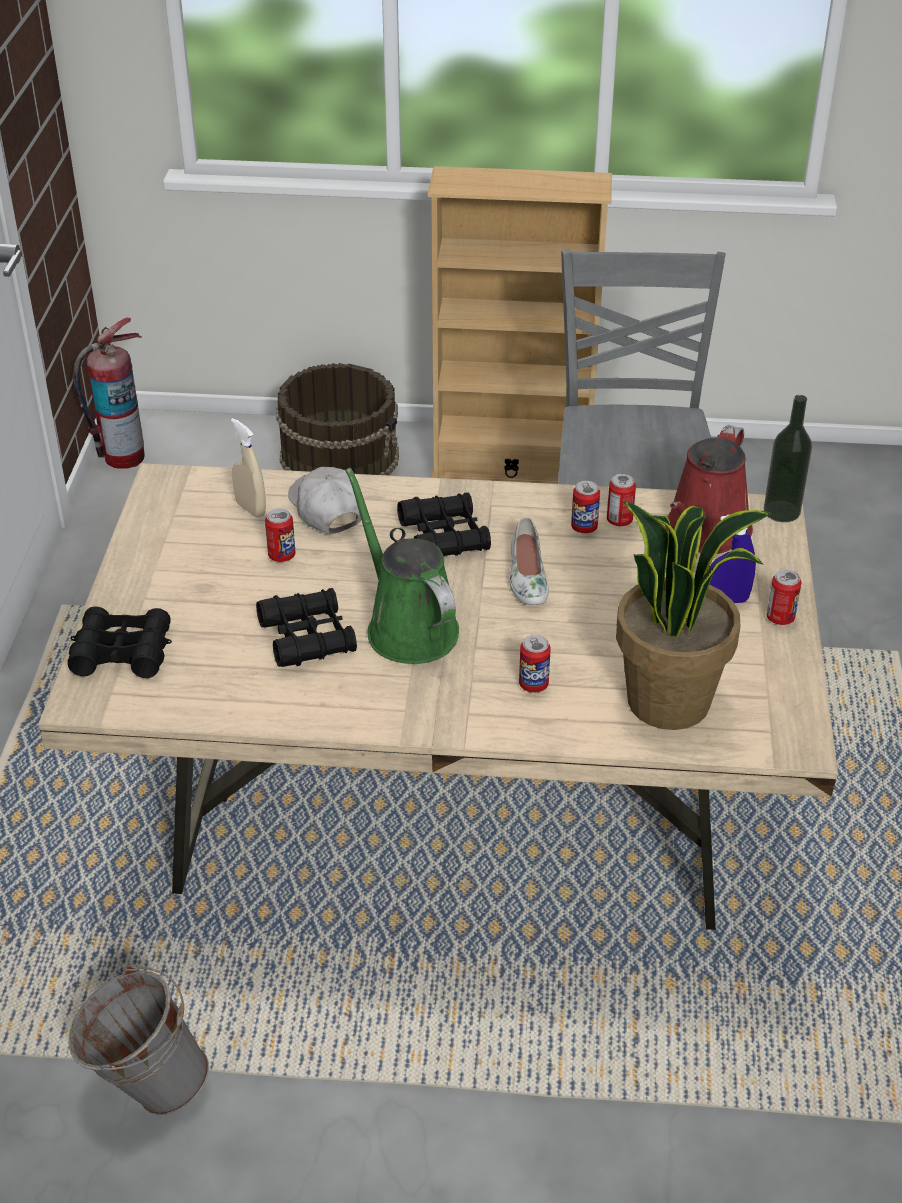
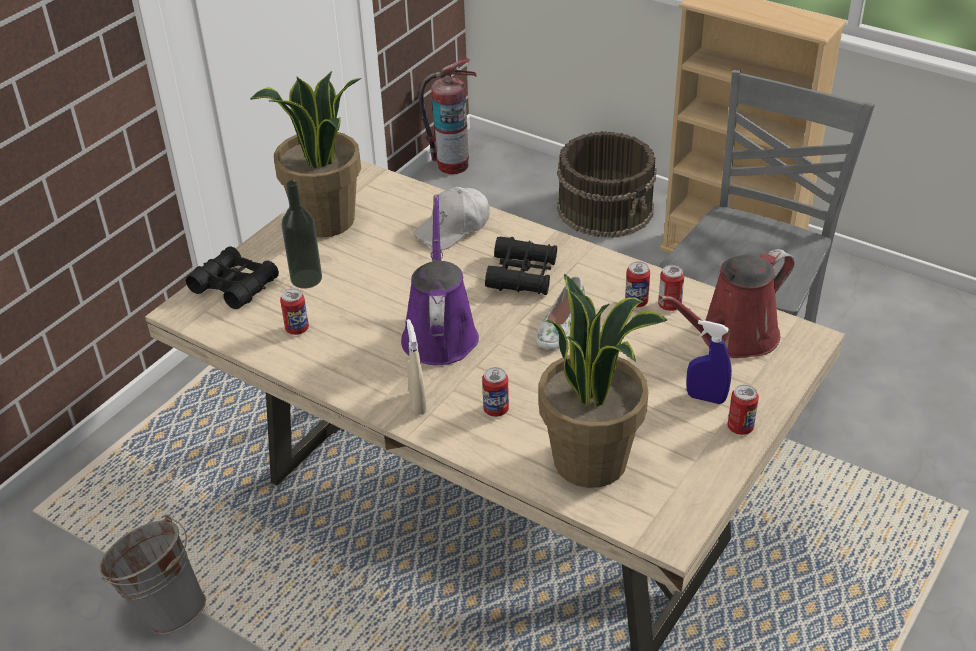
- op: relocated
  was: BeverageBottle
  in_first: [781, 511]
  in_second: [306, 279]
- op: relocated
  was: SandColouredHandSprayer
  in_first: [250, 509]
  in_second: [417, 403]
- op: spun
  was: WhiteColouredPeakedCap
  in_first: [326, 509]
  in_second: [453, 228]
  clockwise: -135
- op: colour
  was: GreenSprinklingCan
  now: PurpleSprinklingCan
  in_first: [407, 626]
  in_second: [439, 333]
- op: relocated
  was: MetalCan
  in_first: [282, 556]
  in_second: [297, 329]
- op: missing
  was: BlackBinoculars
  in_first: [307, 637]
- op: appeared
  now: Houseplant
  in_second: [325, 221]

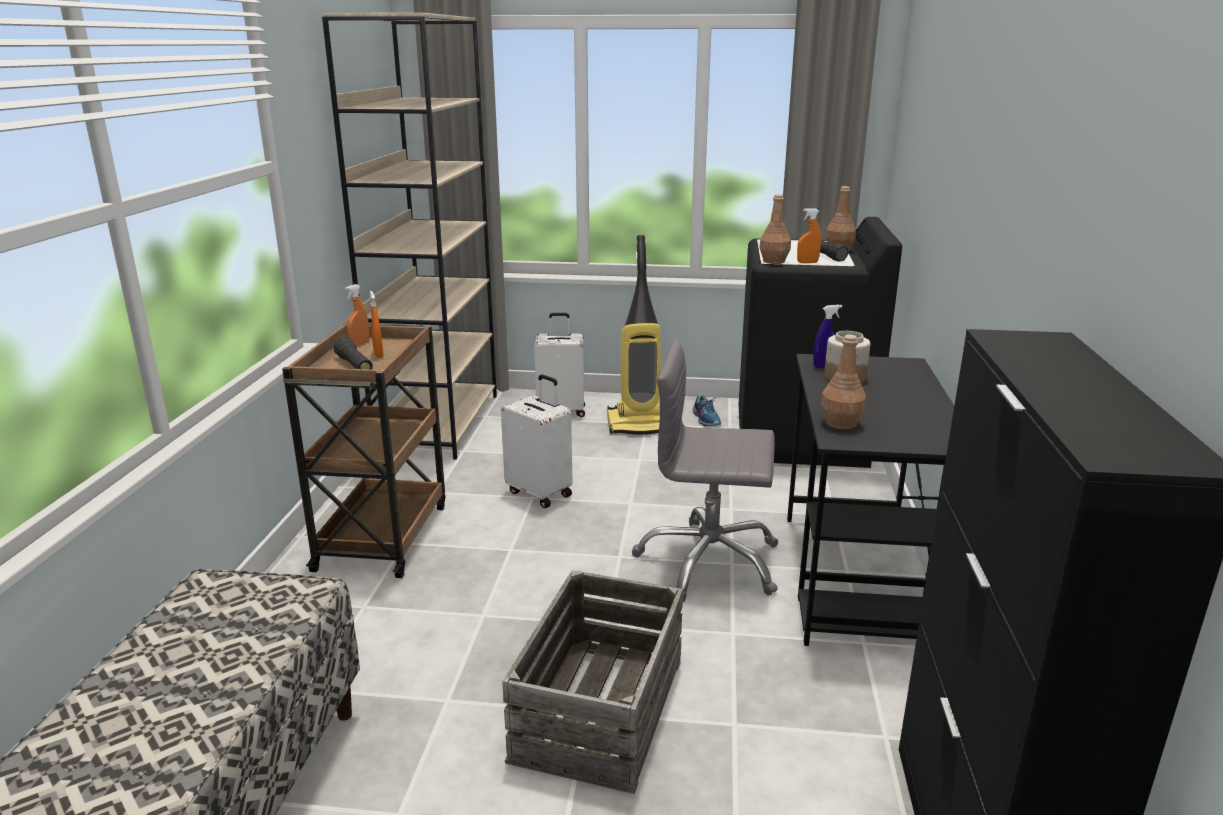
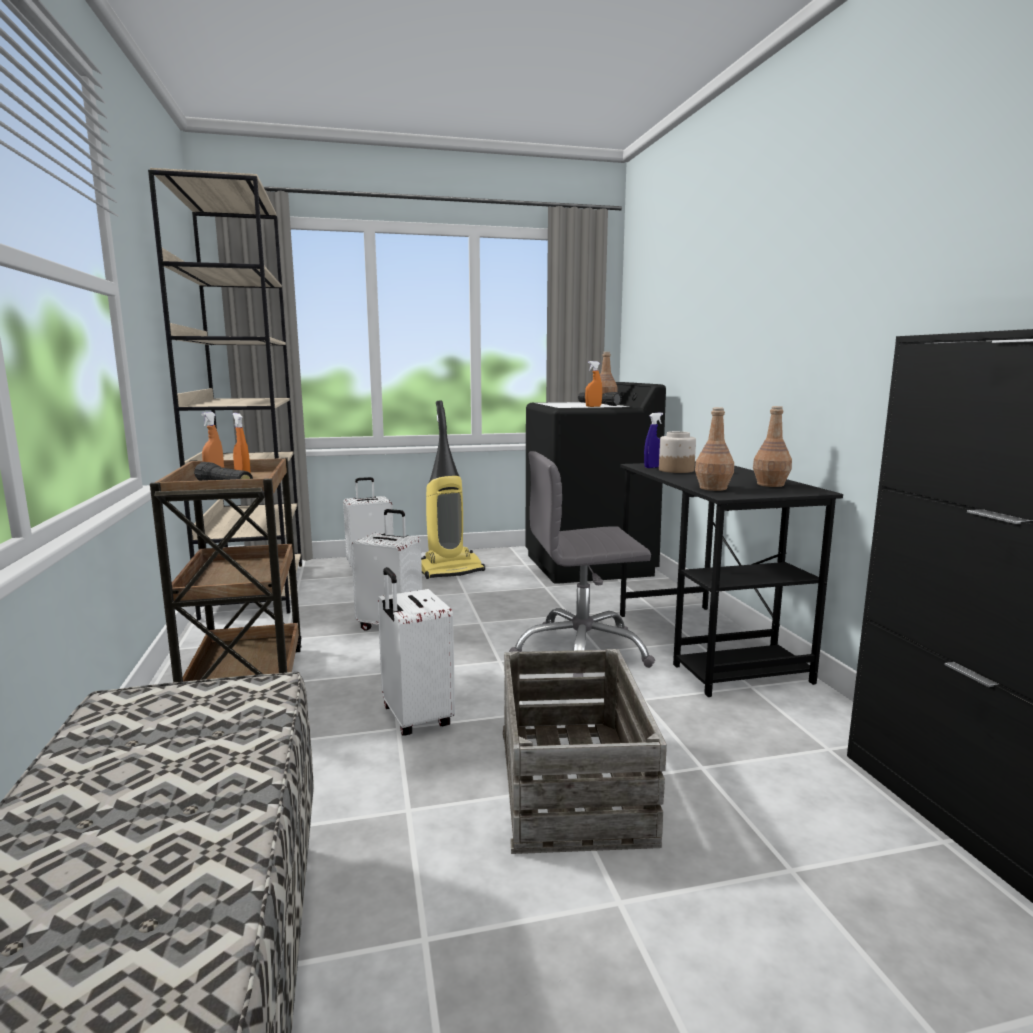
- op: relocated
  was: BrownBeverageBottle
  in_first: [774, 261]
  in_second: [770, 484]
- op: missing
  was: ItemOfFootwear
  in_first: [706, 419]
- op: appeared
  now: WhiteColouredPieceOfLuggage
  in_second: [415, 718]

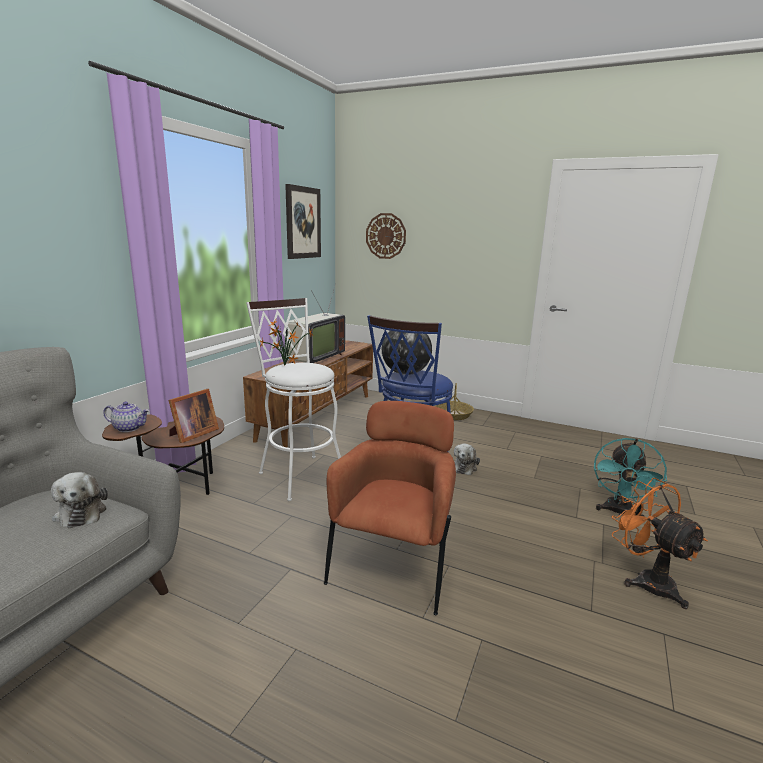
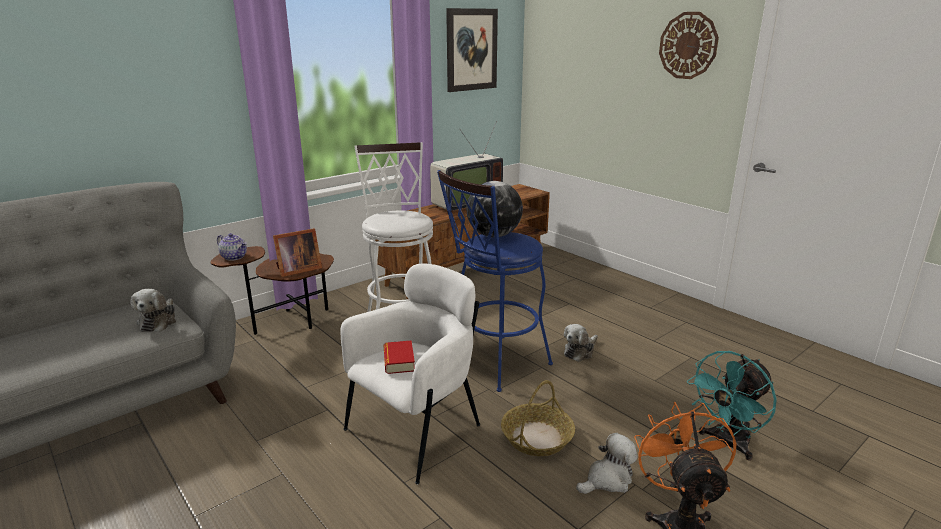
- op: relocated
  was: ClockOnTheWall
  in_first: [386, 236]
  in_second: [688, 45]
- op: missing
  was: Houseplant
  in_first: [284, 365]
- op: relocated
  was: HouseholdBasket
  in_first: [453, 415]
  in_second: [537, 438]
- op: colour
  was: BrownEasyChair
  now: WhiteColouredEasyChair
  in_first: [394, 566]
  in_second: [417, 431]
- op: appeared
  now: Book
  in_second: [399, 361]
- op: appeared
  now: PlushToy
  in_second: [607, 479]

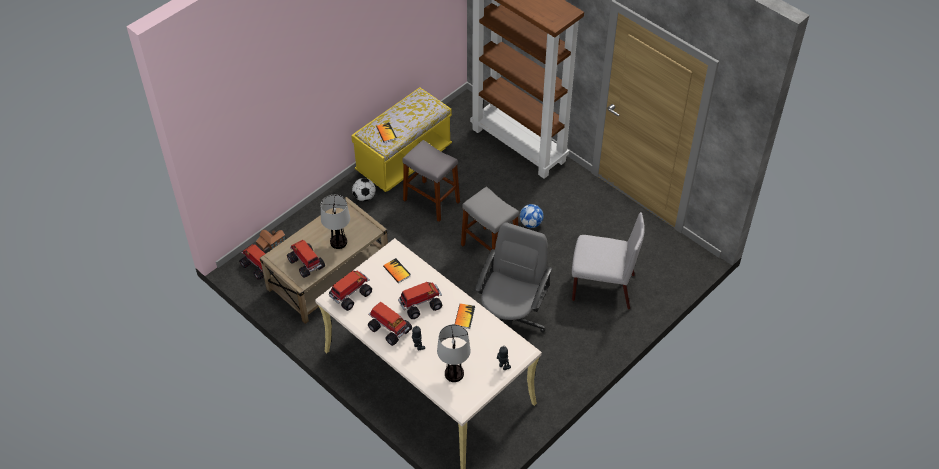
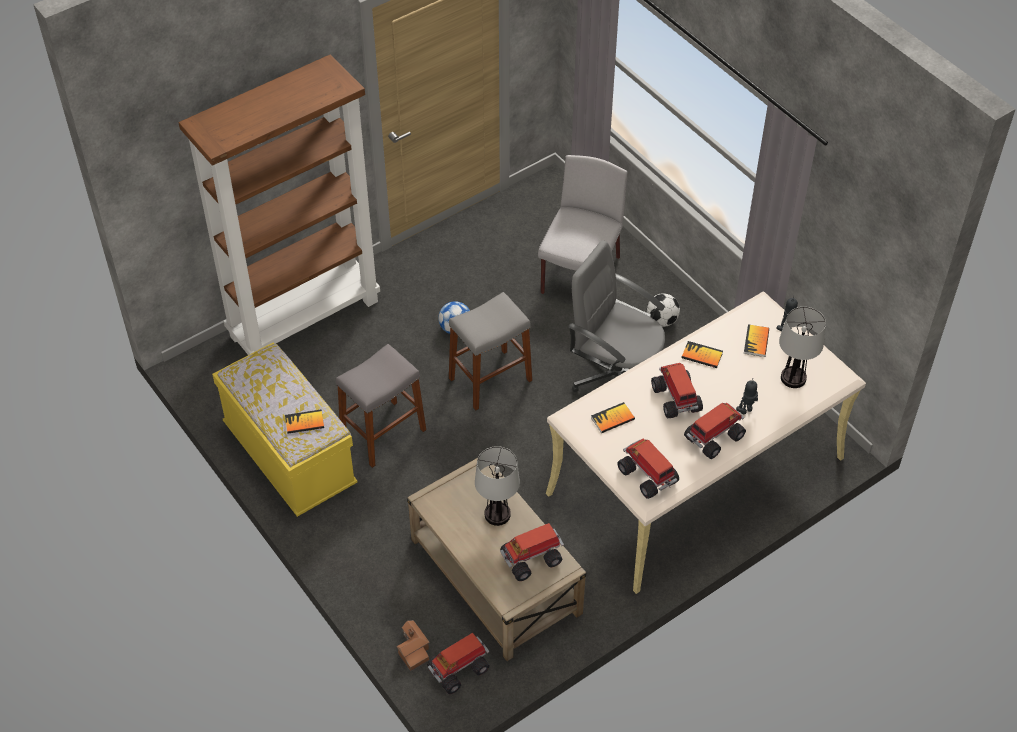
- op: relocated
  was: BallForFootball
  in_first: [364, 197]
  in_second: [662, 321]
- op: appeared
  now: Book
  in_second: [756, 341]

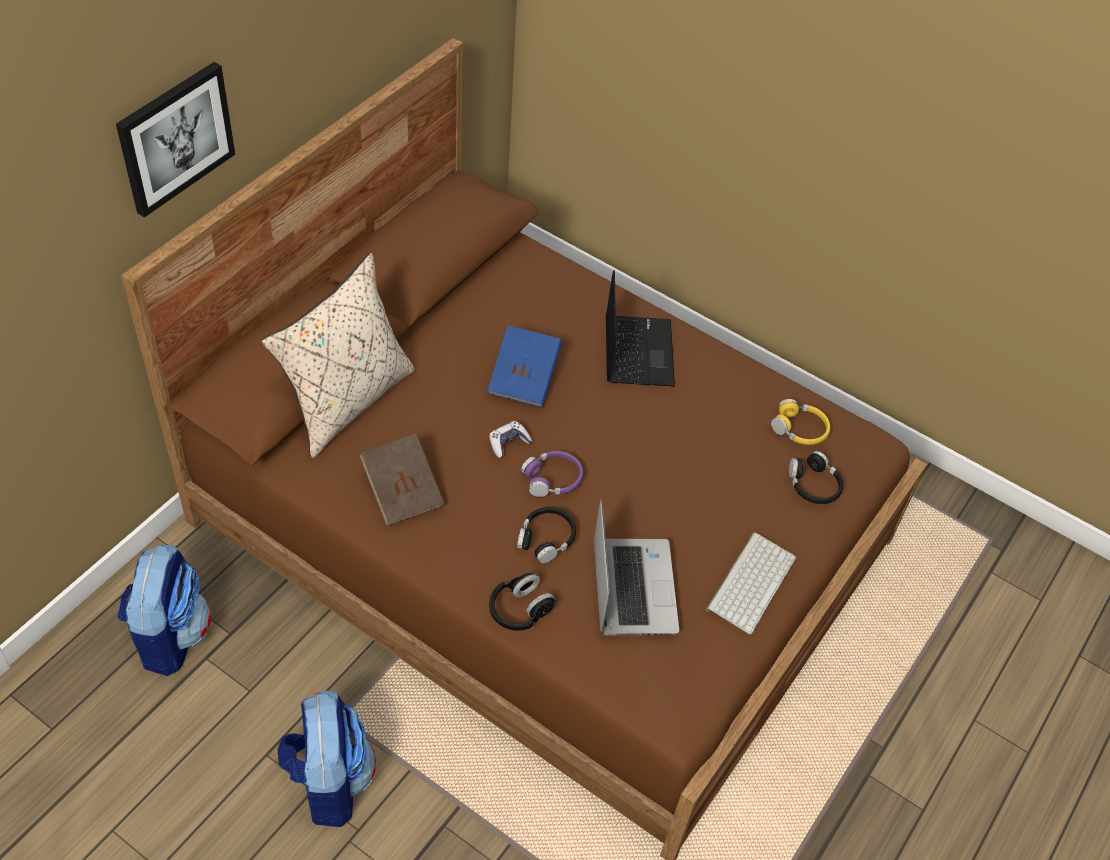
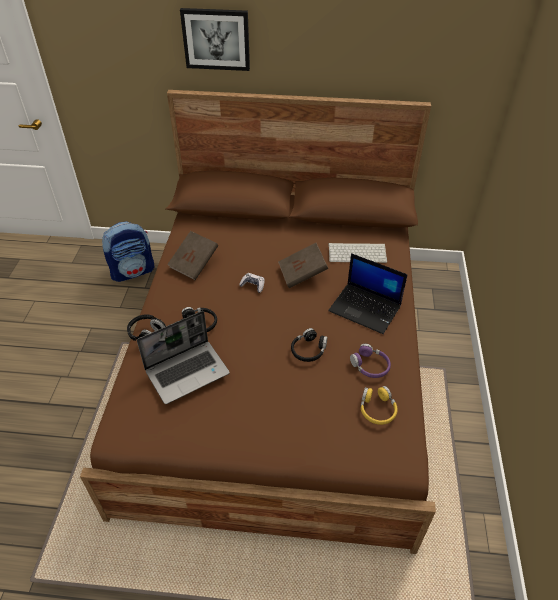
- op: missing
  was: SandColouredThrowPillow
  in_first: [346, 401]
- op: spun
  was: NotebookComputer
  in_first: [637, 350]
  in_second: [366, 308]
  clockwise: 60
- op: colour
  was: BluishBook
  now: BrownBook
  in_first: [524, 379]
  in_second: [302, 274]
- op: relocated
  was: PurpleHeadset
  in_first: [552, 479]
  in_second: [370, 366]
- op: relocated
  was: BlackHeadset
  in_first: [813, 485]
  in_second: [308, 350]
- op: relocated
  was: Keyboard
  in_first: [750, 581]
  in_second: [358, 253]
- op: missing
  was: Knapsack
  in_first: [329, 781]

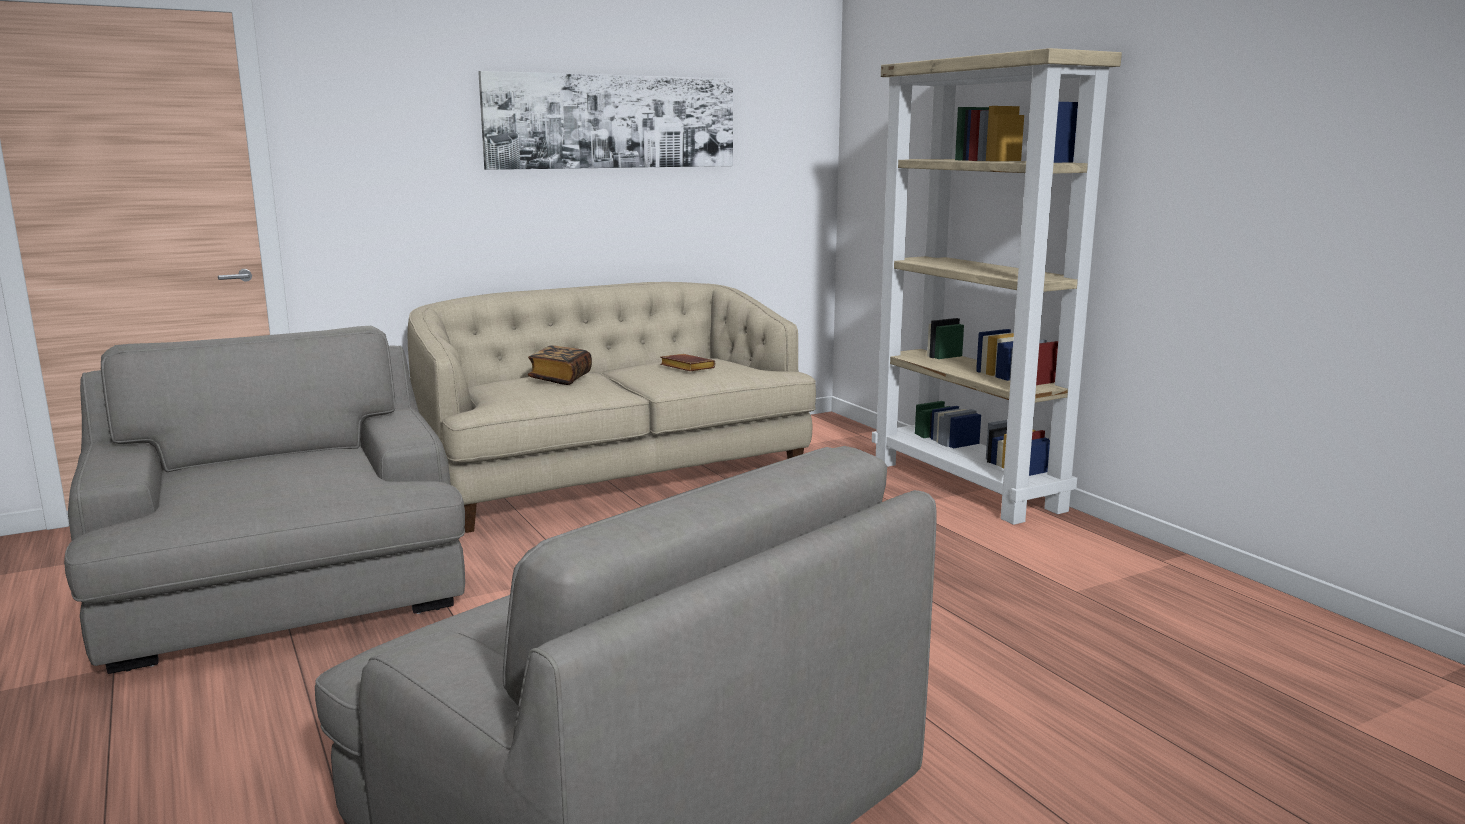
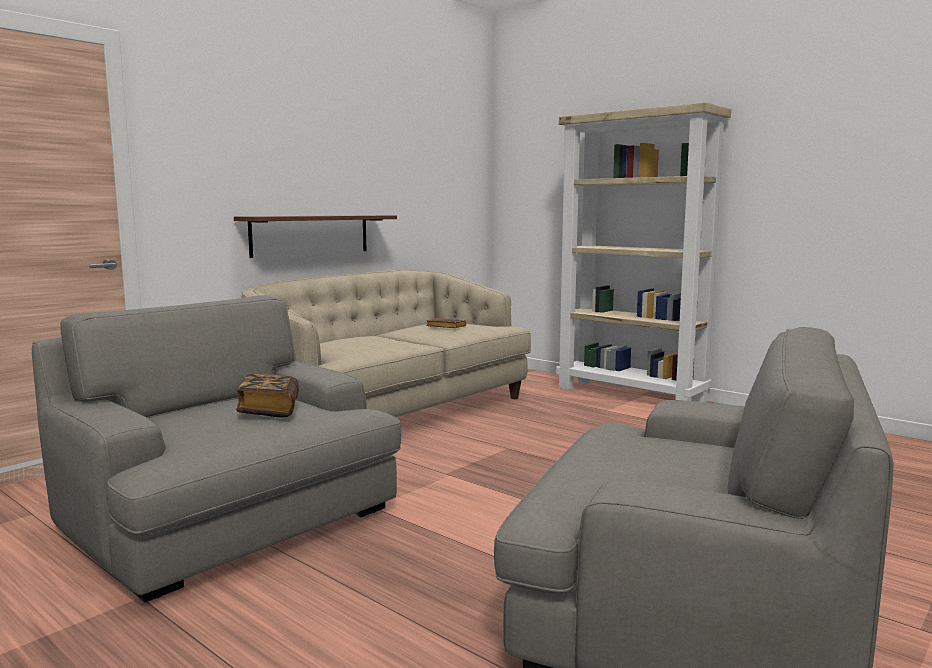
- op: missing
  was: WallArt
  in_first: [613, 122]
- op: relocated
  was: Book
  in_first: [560, 379]
  in_second: [269, 410]
- op: appeared
  now: BrownShelf
  in_second: [311, 235]

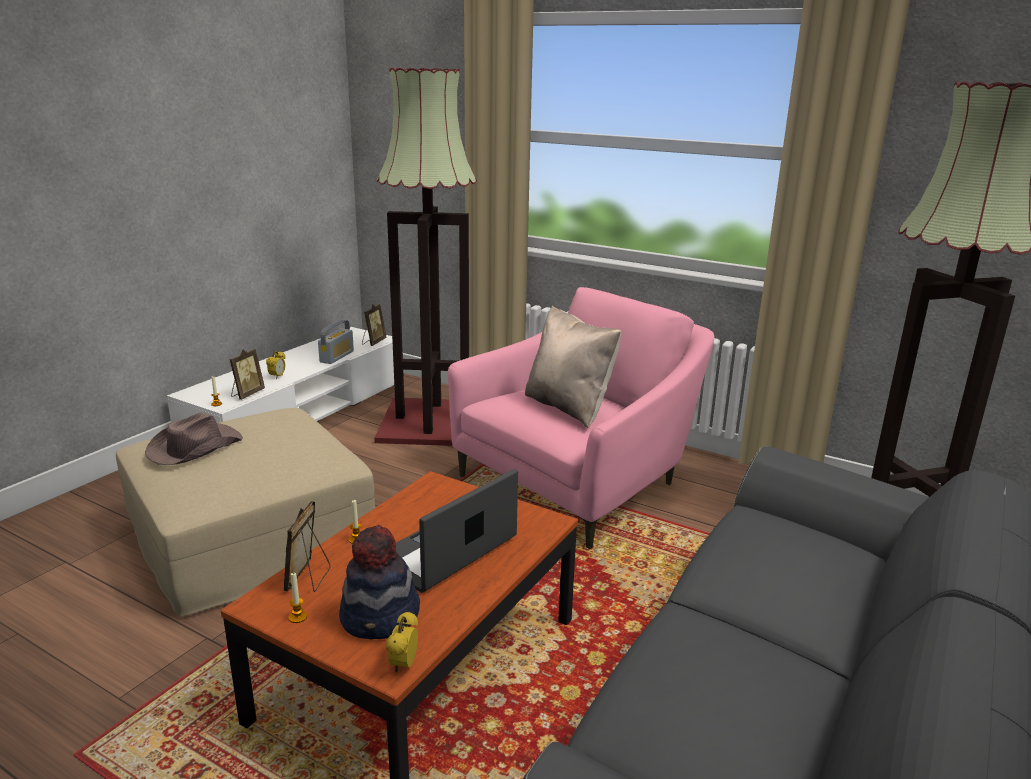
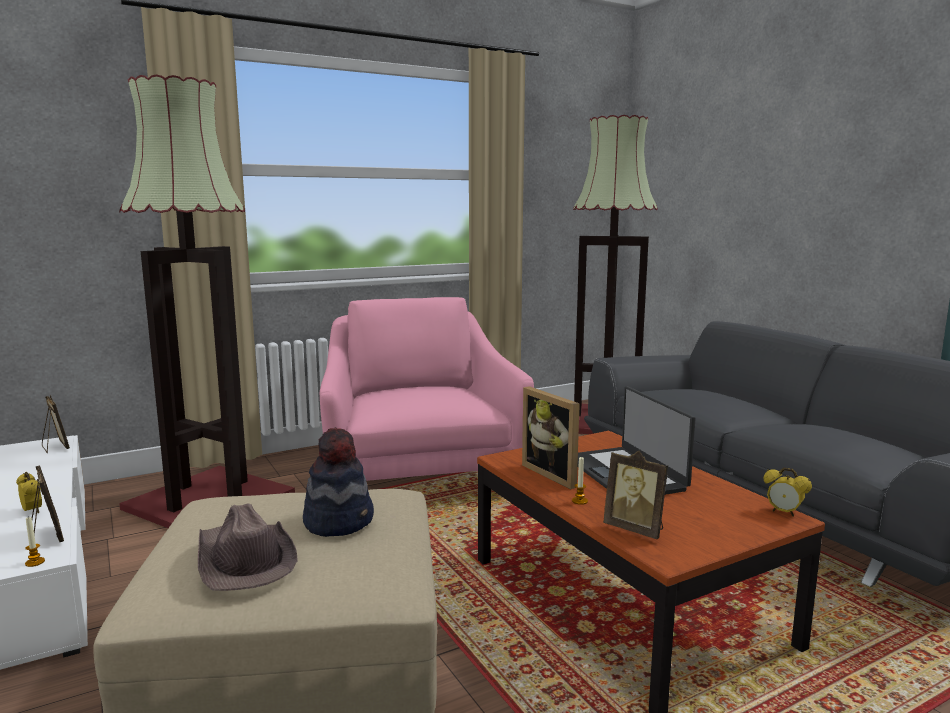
- op: missing
  was: SandColouredThrowPillow
  in_first: [569, 407]
- op: missing
  was: RadioSet
  in_first: [337, 356]
- op: relocated
  was: ClothingHat
  in_first: [381, 617]
  in_second: [339, 521]
- op: missing
  was: WaxLight
  in_first: [297, 617]
- op: appeared
  now: StandingFrame
  in_second: [555, 474]

